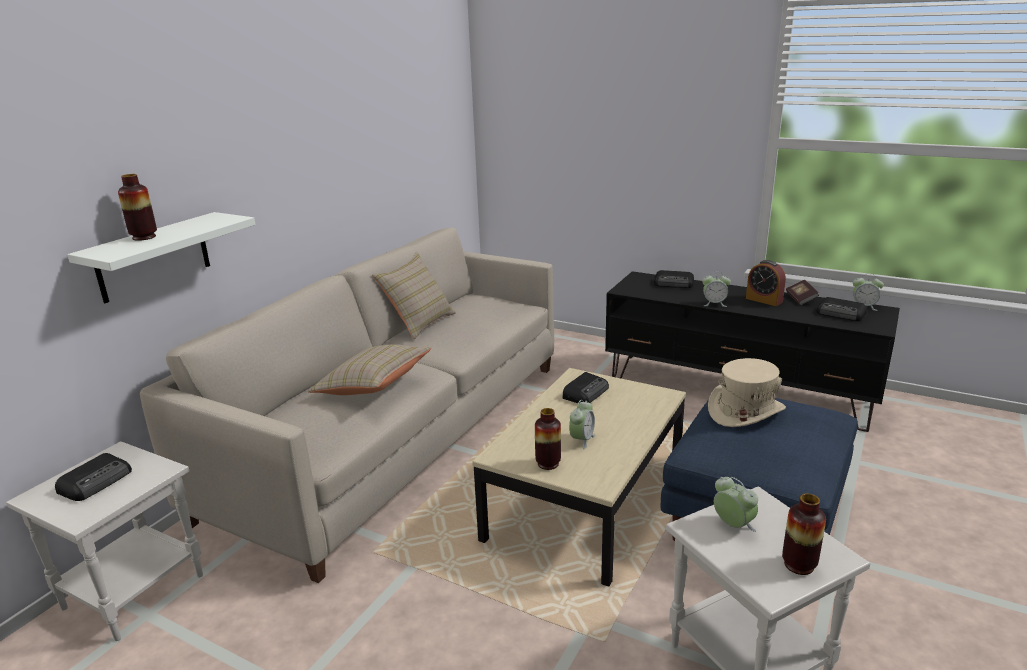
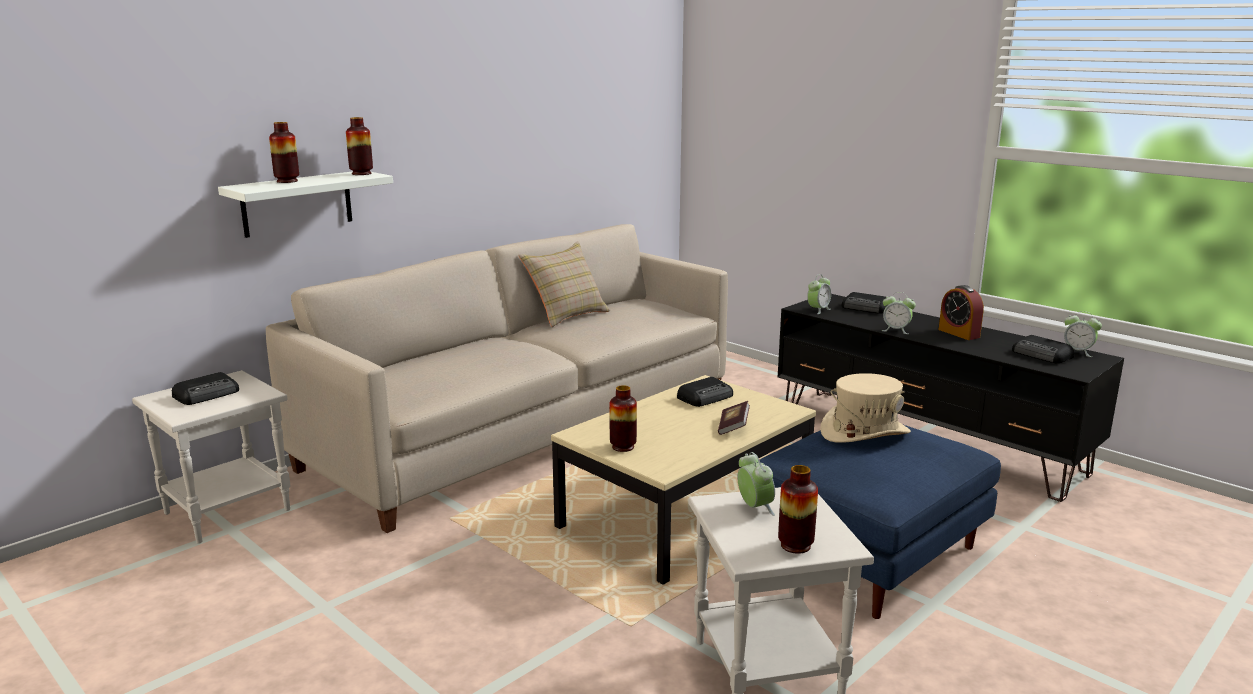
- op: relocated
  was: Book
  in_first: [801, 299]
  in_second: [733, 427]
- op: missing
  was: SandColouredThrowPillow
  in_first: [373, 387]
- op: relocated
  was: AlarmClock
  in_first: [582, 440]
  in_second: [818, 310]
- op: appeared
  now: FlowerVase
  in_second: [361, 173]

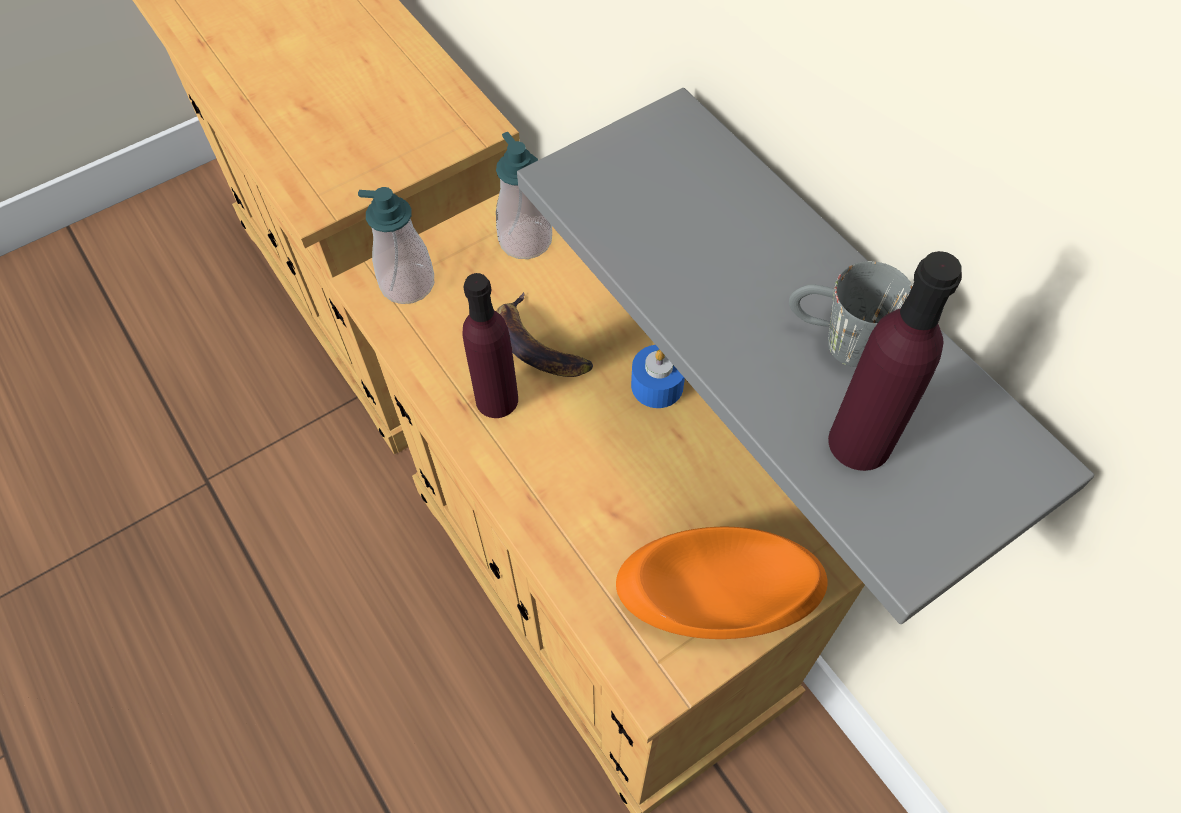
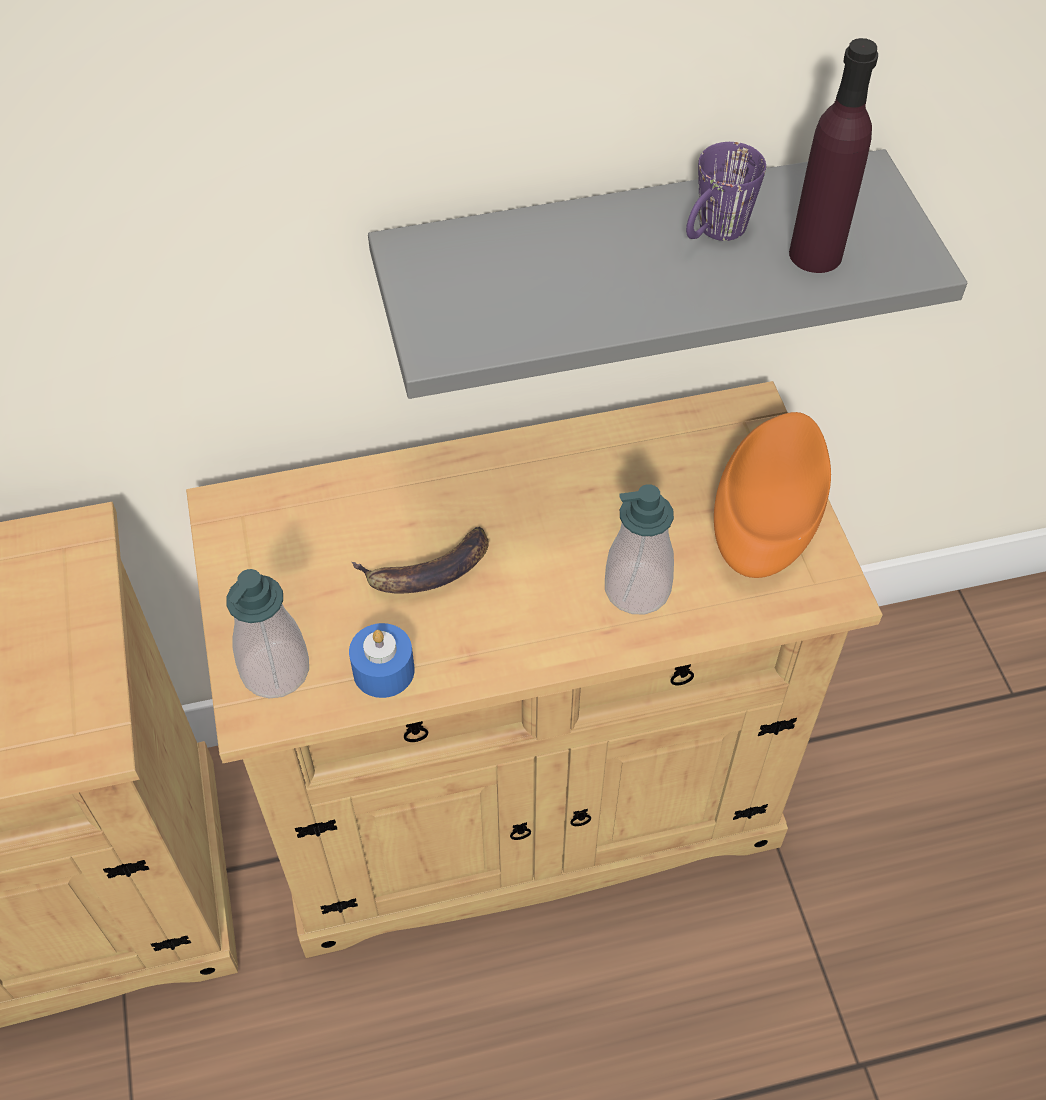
- op: relocated
  was: SoapDispenser
  in_first: [525, 240]
  in_second: [637, 589]
- op: colour
  was: GreyishTeaMug
  now: PurpleTeaMug
  in_first: [835, 341]
  in_second: [713, 234]
- op: missing
  was: PurpleBeverageBottle
  in_first: [497, 399]
- op: relocated
  was: BluishWaxLight
  in_first: [657, 385]
  in_second: [383, 670]

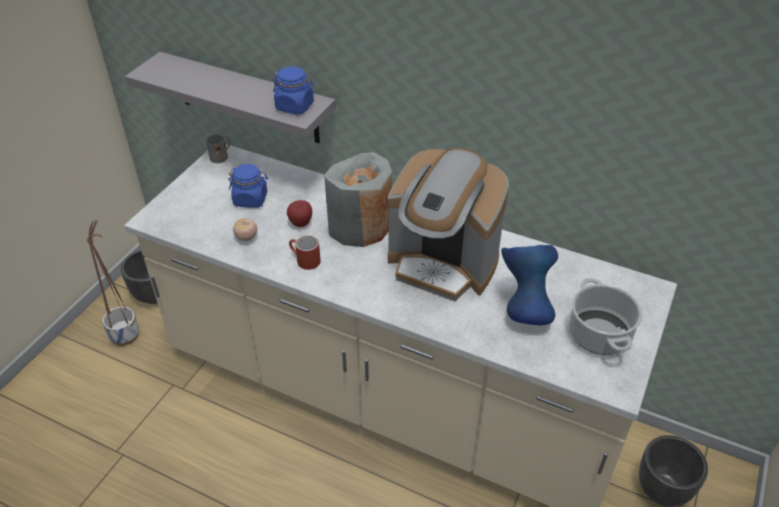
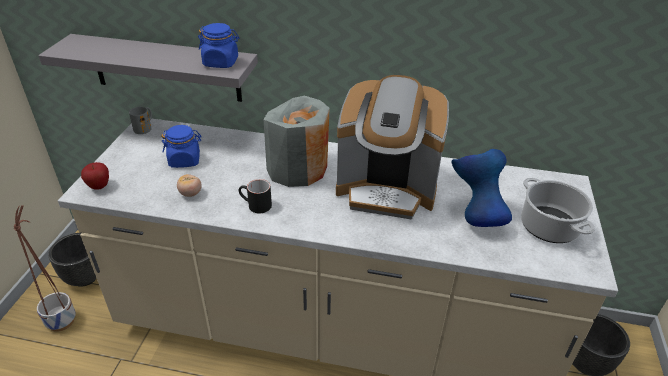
- op: relocated
  was: Apple
  in_first: [300, 224]
  in_second: [99, 186]
- op: colour
  was: ReddishTeaMug
  now: BlackTeaMug
  in_first: [304, 260]
  in_second: [255, 205]

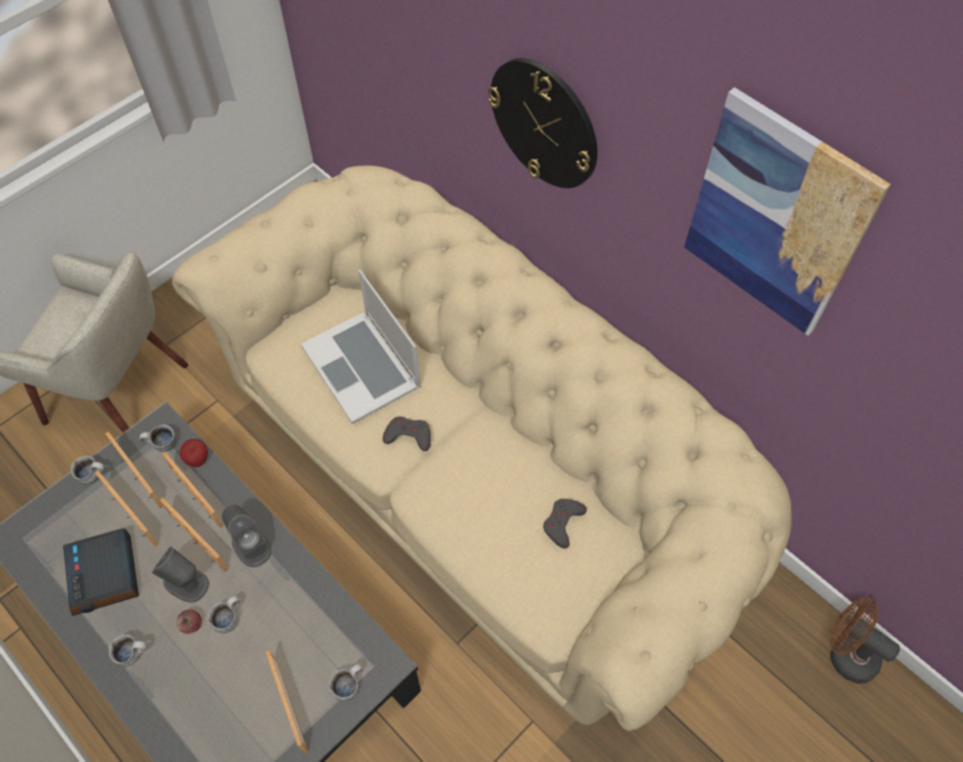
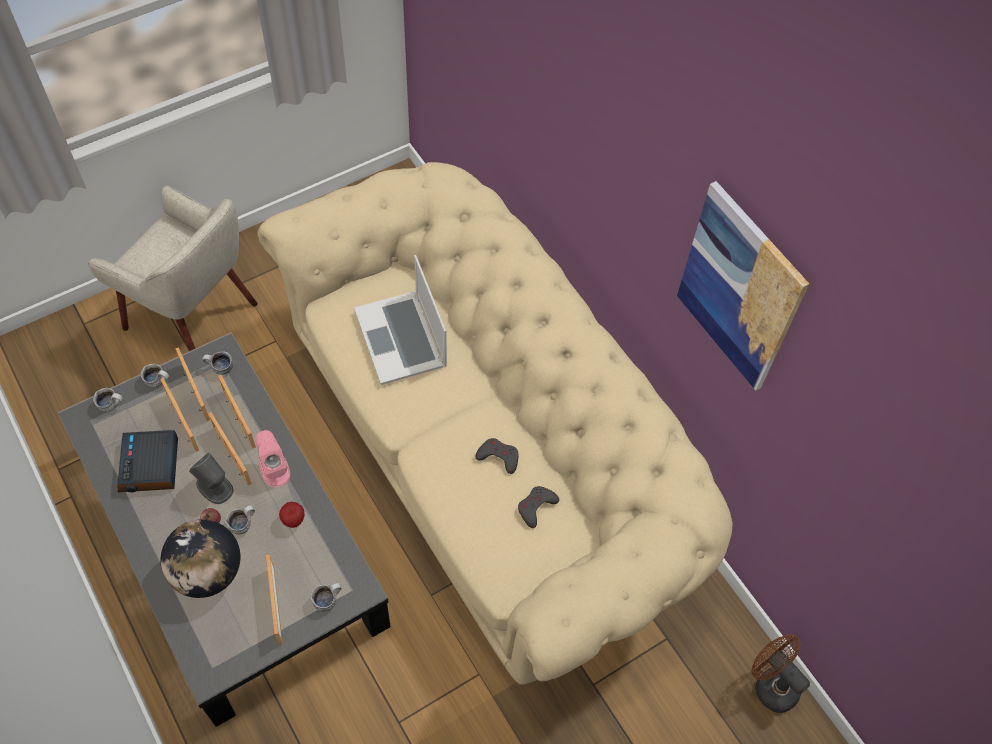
- op: missing
  was: ClockOnTheWall
  in_first: [544, 123]
- op: relocated
  was: GreyishGameController
  in_first: [408, 435]
  in_second: [498, 457]
- op: relocated
  was: Apple
  in_first: [198, 460]
  in_second: [293, 521]
- op: colour
  was: GreyishLoudspeaker
  now: PinkishLoudspeaker
  in_first: [251, 545]
  in_second: [274, 469]
- op: relocated
  was: TeaMug
  in_first: [134, 653]
  in_second: [112, 405]
- op: appeared
  now: WorldGlobe
  in_second: [208, 572]

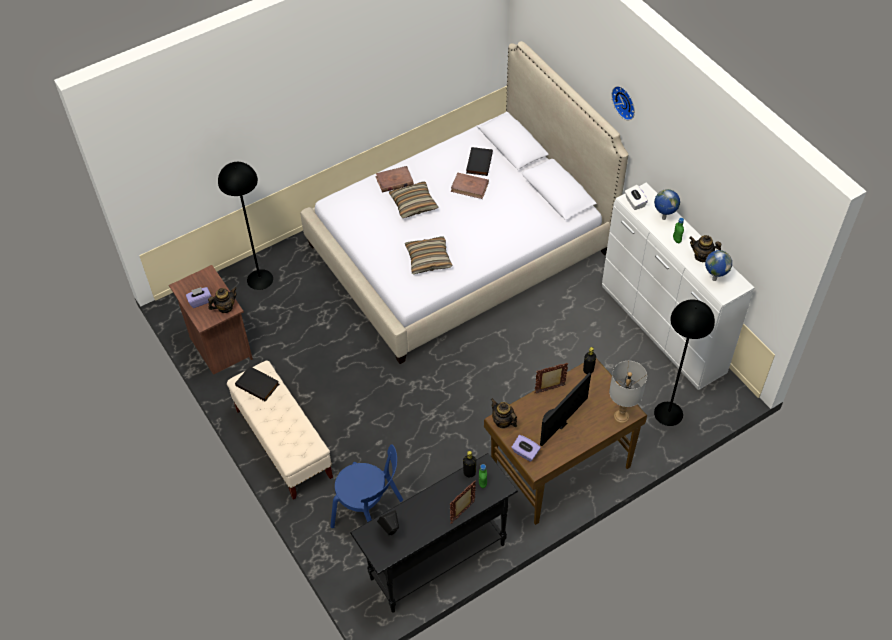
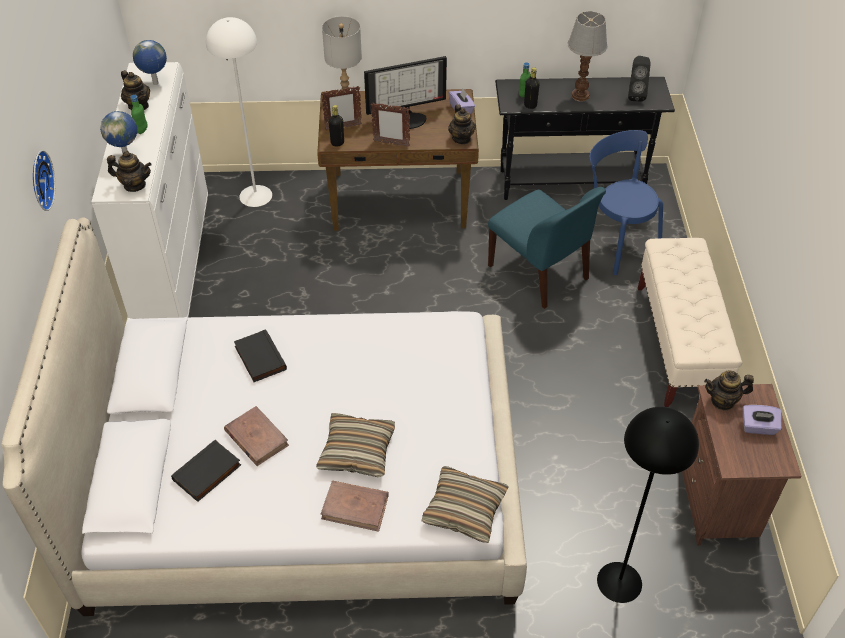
- op: exchanged
  was: WhiteColouredTissueBox
  now: TeaPot
  in_first: [634, 202]
  in_second: [134, 185]
- op: relocated
  was: ThrowPillow
  in_first: [428, 259]
  in_second: [464, 510]
- op: colour
  was: BlackStandingLamp
  now: WhiteColouredStandingLamp
  in_first: [668, 414]
  in_second: [255, 195]
- op: relocated
  was: BlackBook
  in_first: [258, 384]
  in_second: [259, 358]
- op: relocated
  was: StandingFrame
  in_first: [463, 512]
  in_second: [343, 127]
- op: appeared
  now: TableLamp
  in_second: [580, 95]
- op: appeared
  now: BluishPlainChair
  in_second: [540, 273]

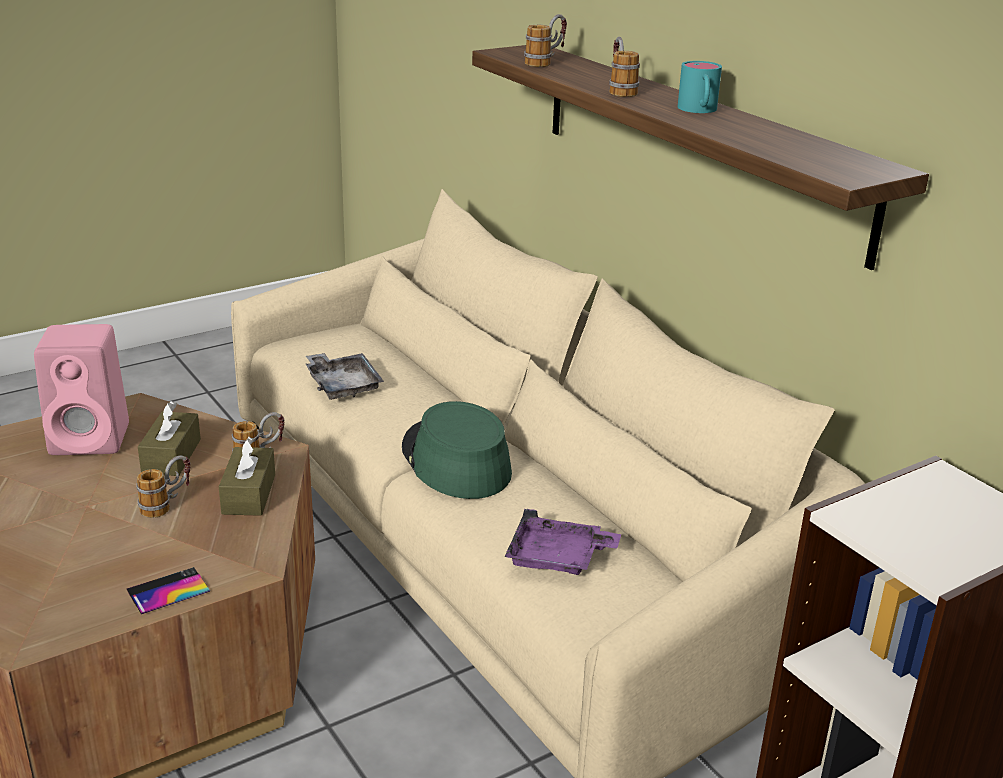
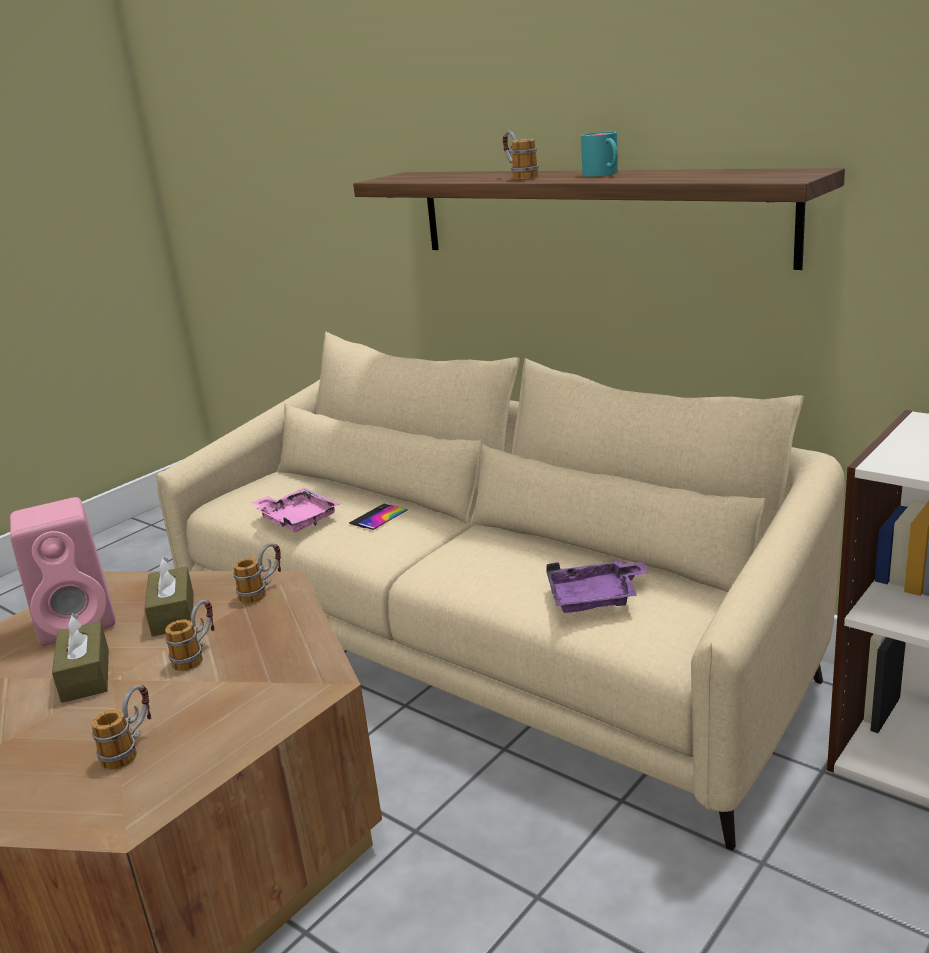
- op: relocated
  was: TeaMug
  in_first: [546, 62]
  in_second: [131, 748]
- op: colour
  was: GreyishServingTray
  now: PinkishServingTray
  in_first: [342, 385]
  in_second: [297, 519]
- op: missing
  was: GreenClothingHat
  in_first: [455, 461]
- op: relocated
  was: BrownTissueBox
  in_first: [249, 494]
  in_second: [86, 675]
- op: relocated
  was: Handset
  in_first: [168, 591]
  in_second: [378, 517]

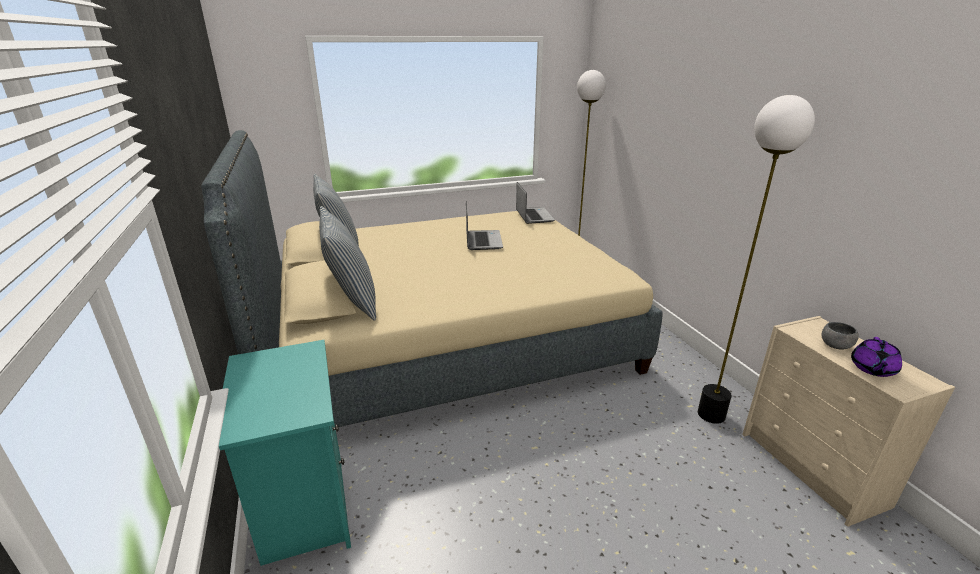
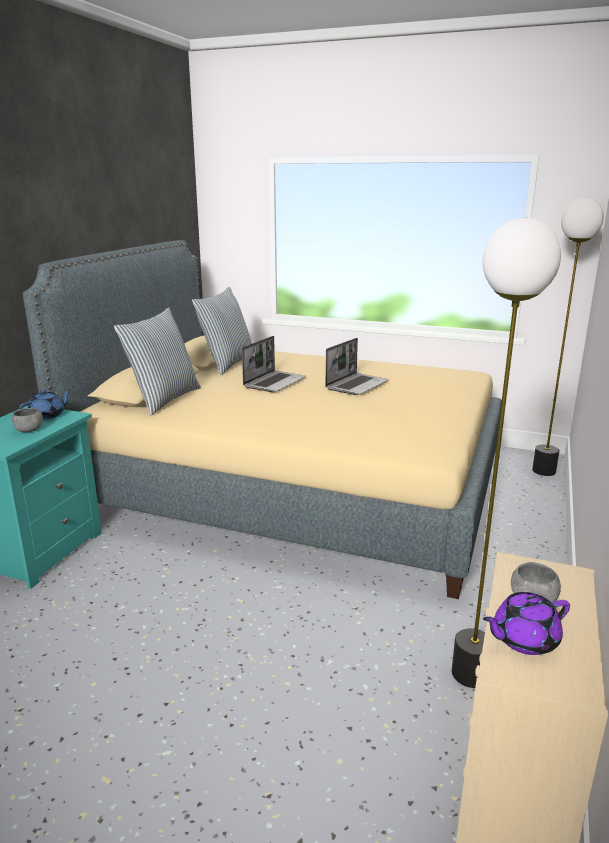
- op: relocated
  was: NotebookComputer
  in_first: [533, 216]
  in_second: [274, 382]
- op: appeared
  now: BluishTeaPot
  in_second: [48, 415]
- op: appeared
  now: GreyishDeepDish
  in_second: [29, 430]

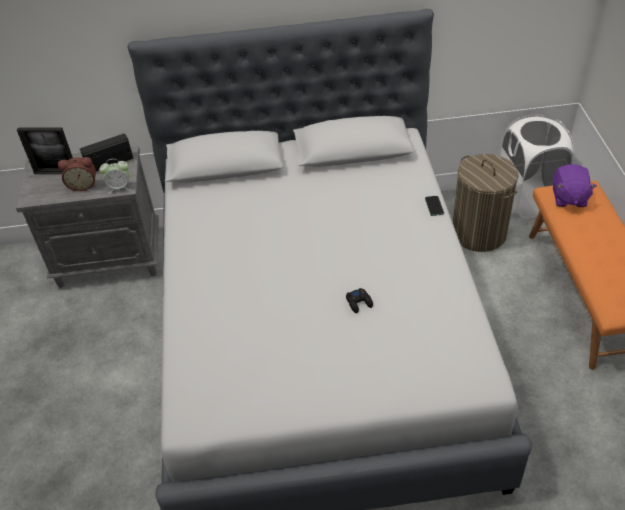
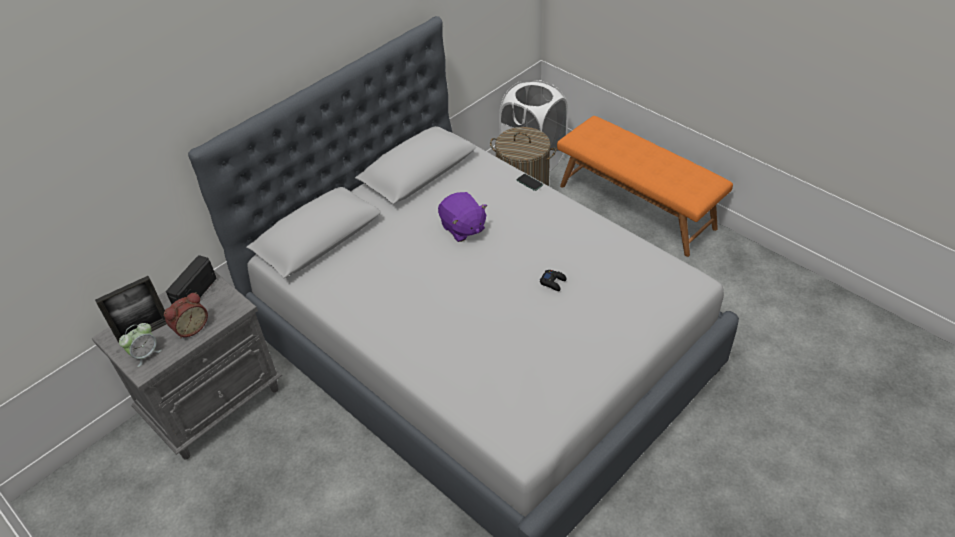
- op: relocated
  was: AlarmClock
  in_first: [119, 187]
  in_second: [145, 354]
- op: relocated
  was: PurplePlushToy
  in_first: [568, 198]
  in_second: [462, 228]

